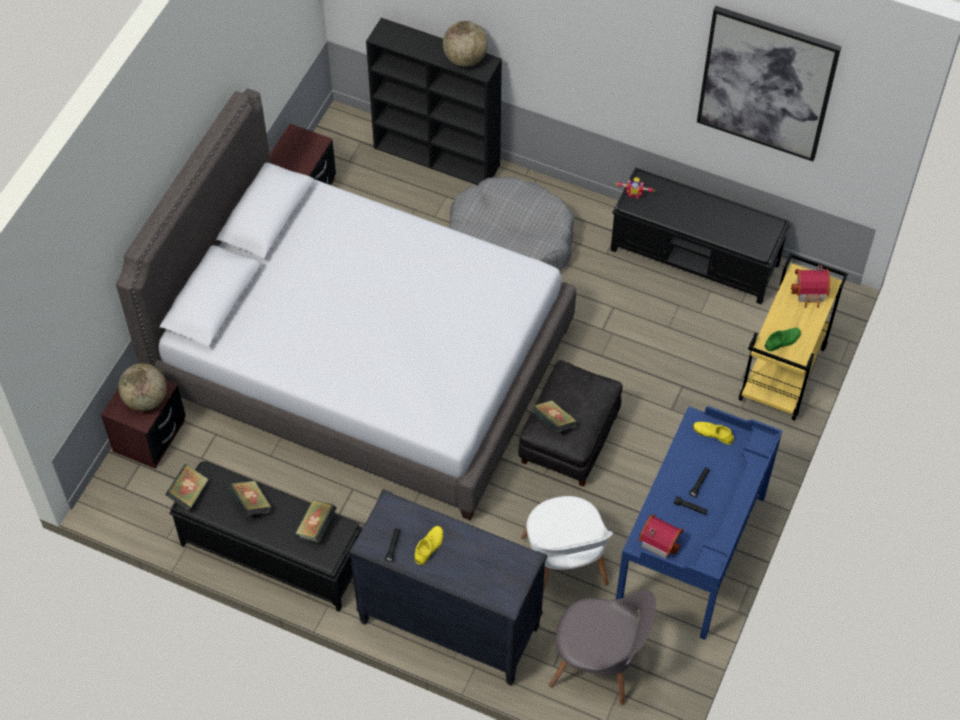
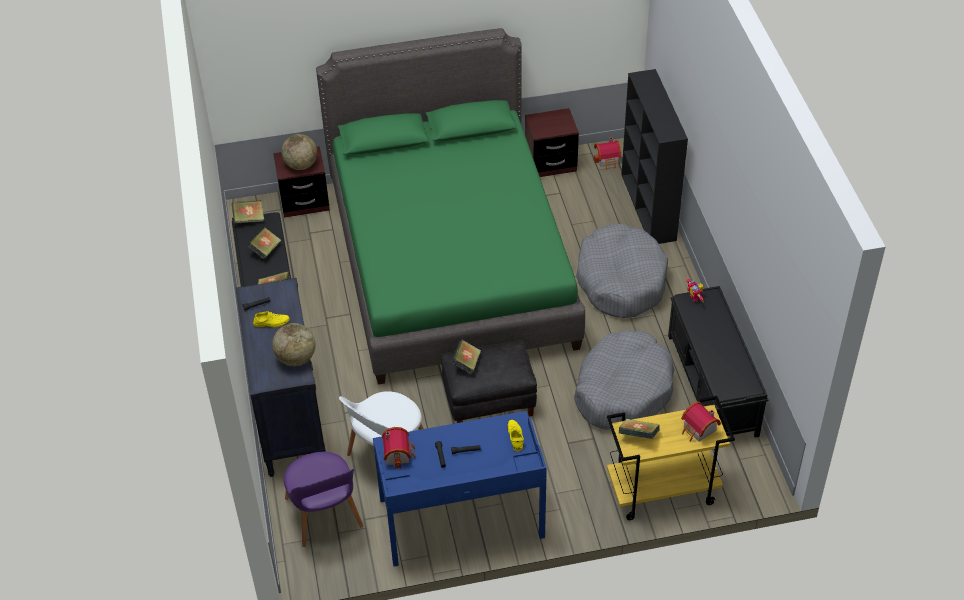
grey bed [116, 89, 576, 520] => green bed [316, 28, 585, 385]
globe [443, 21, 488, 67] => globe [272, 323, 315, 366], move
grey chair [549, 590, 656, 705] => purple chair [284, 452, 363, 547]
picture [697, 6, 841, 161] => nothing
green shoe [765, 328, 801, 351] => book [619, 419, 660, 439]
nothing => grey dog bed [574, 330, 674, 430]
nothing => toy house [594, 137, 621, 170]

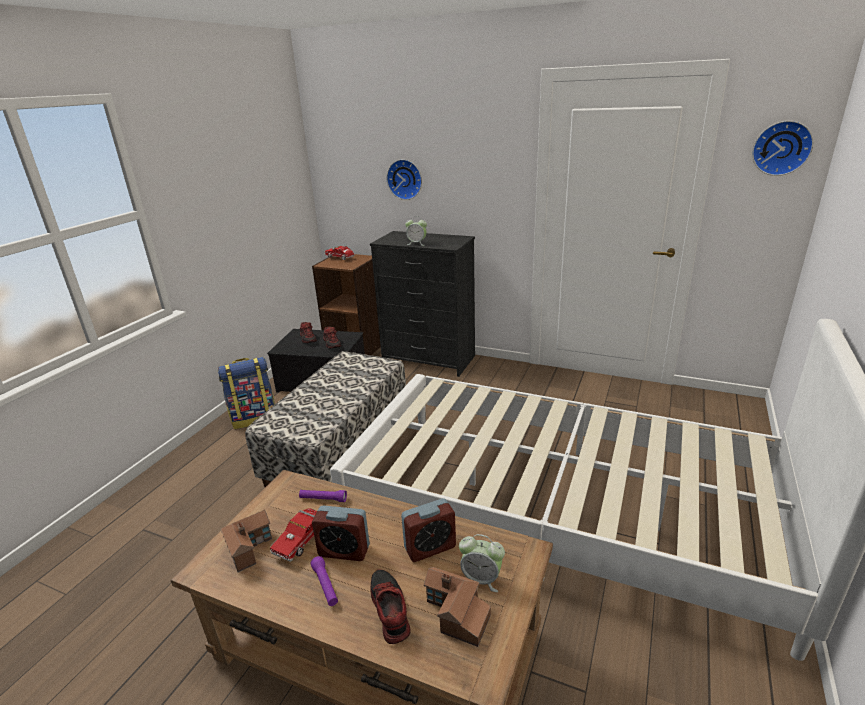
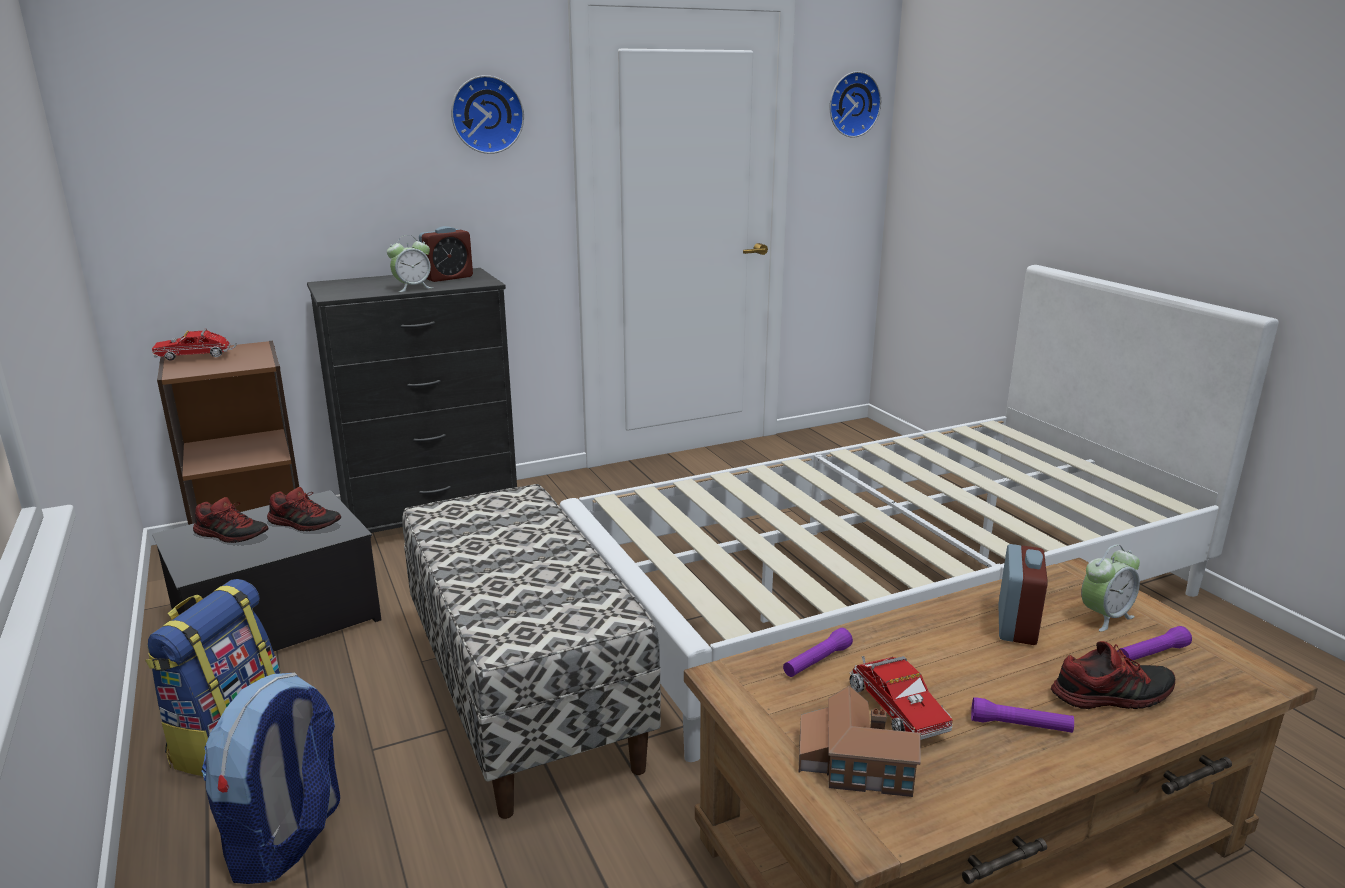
alarm clock [312, 505, 370, 561] => alarm clock [419, 226, 473, 282], move
shoe [370, 569, 410, 644] => shoe [1051, 641, 1175, 709], 150 degrees clockwise
wall clock [386, 159, 422, 200] => wall clock [451, 75, 524, 154], move
toy house [424, 567, 491, 647] => purple flashlight [1118, 626, 1192, 660]
nothing => backpack [201, 672, 340, 884]

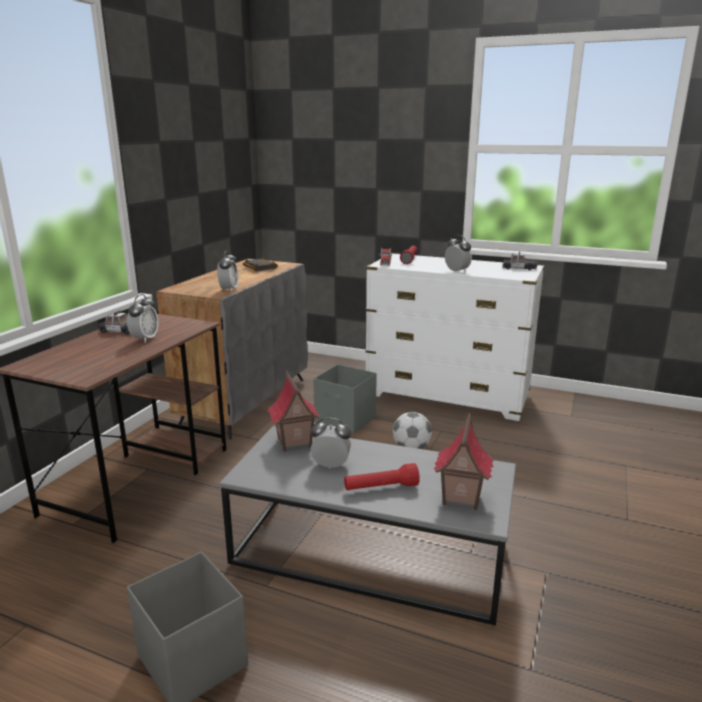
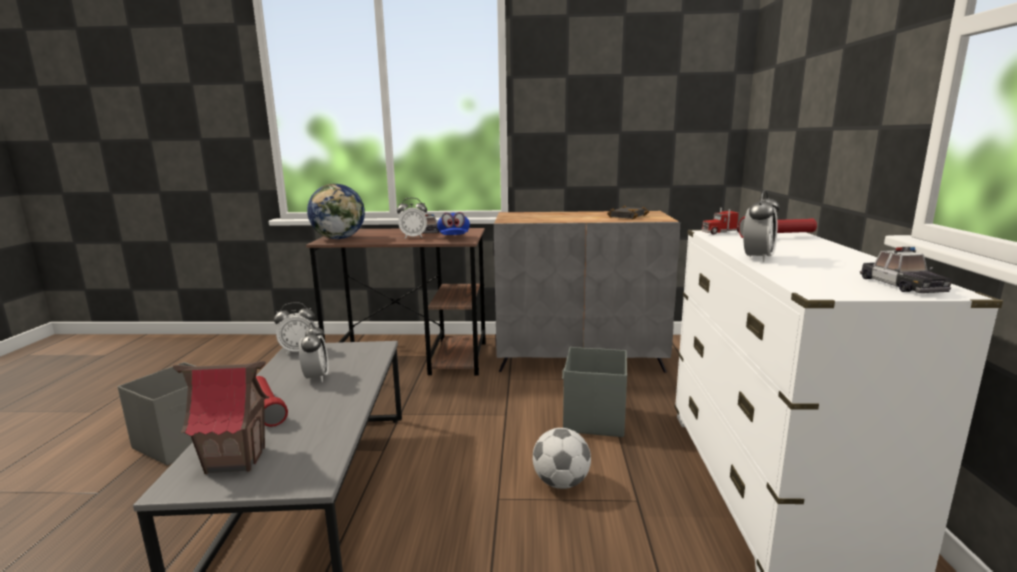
alarm clock [217, 251, 238, 292] => alarm clock [274, 302, 315, 354], move
toy house [268, 370, 320, 452] => nothing
nothing => globe [307, 184, 365, 239]
nothing => blue cap [437, 212, 470, 235]

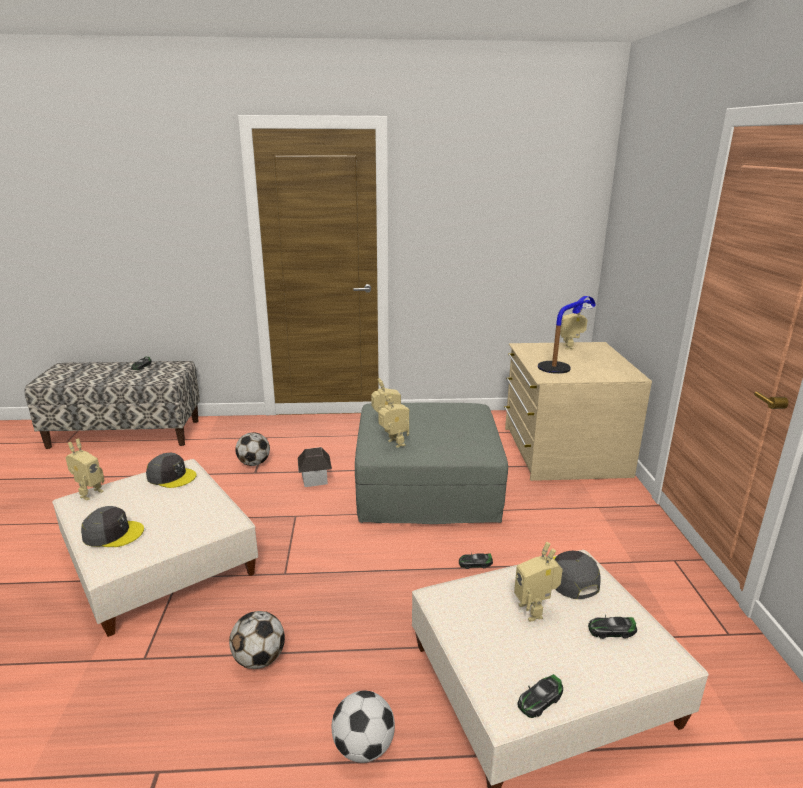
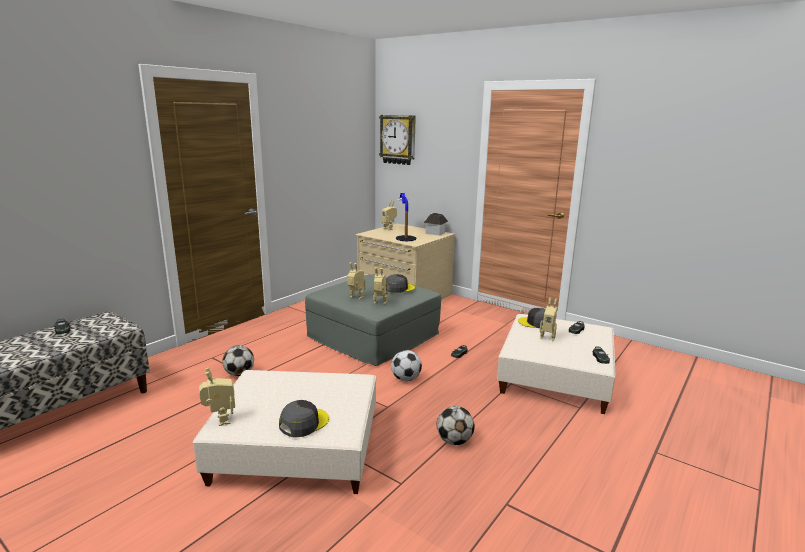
grey cap [146, 453, 197, 488] => grey cap [386, 274, 415, 293], move
toy house [298, 447, 332, 487] => toy house [424, 213, 448, 236], move
football [332, 690, 395, 763] => football [391, 350, 422, 381], move
nothing => wall clock [379, 115, 416, 165]

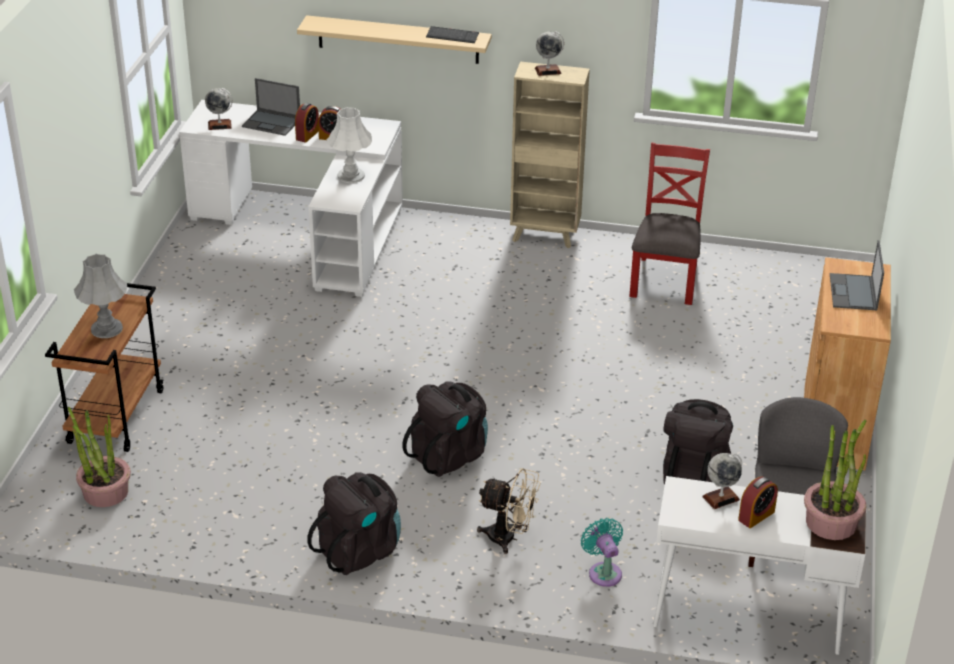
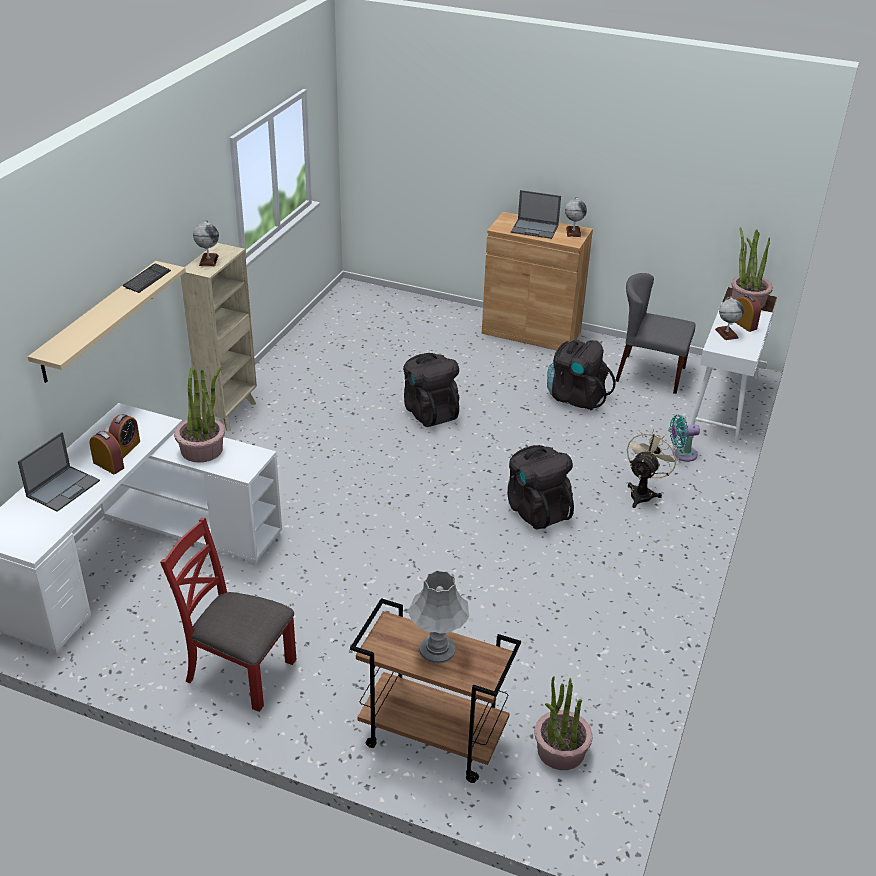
globe [205, 88, 233, 130] => globe [565, 197, 587, 237], move
black backpack [307, 472, 401, 575] => black backpack [403, 353, 459, 427], move
white table lamp [327, 107, 372, 183] => potted plant [174, 365, 225, 463]
red chair [629, 143, 710, 305] => red chair [160, 518, 296, 712], move

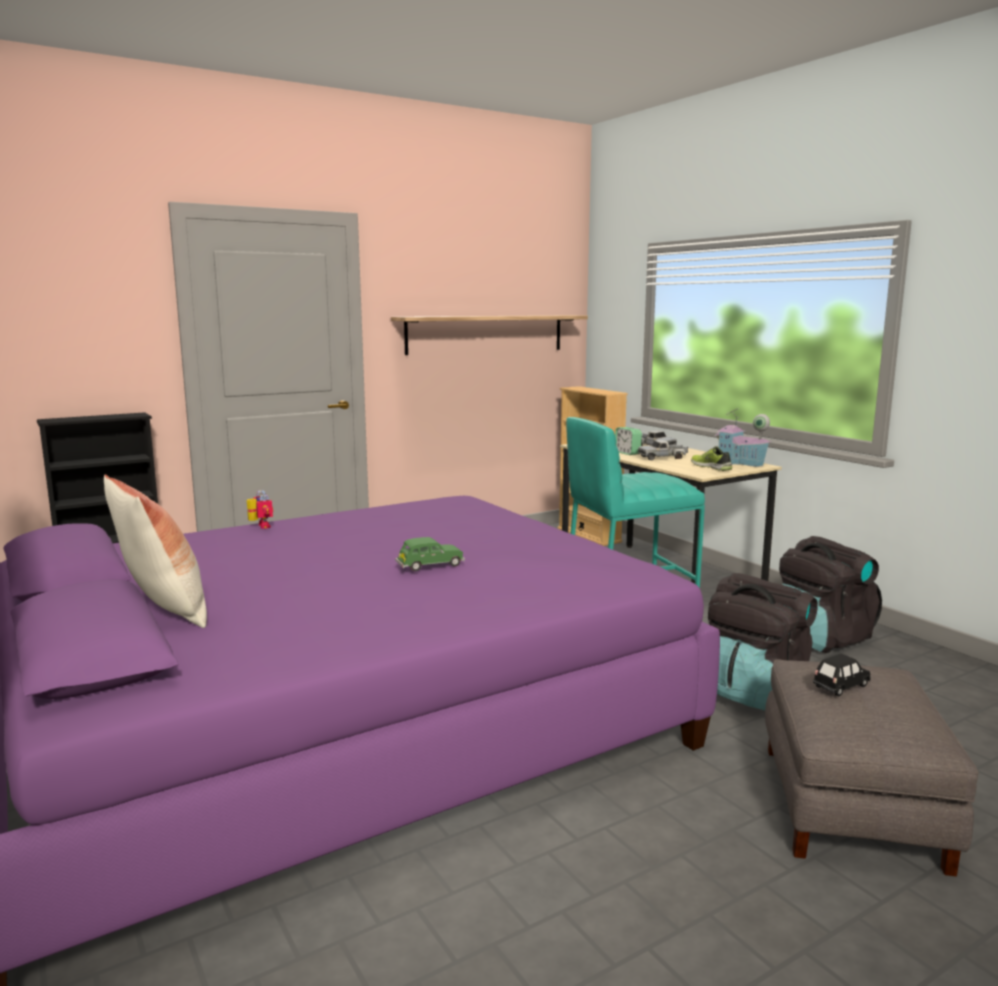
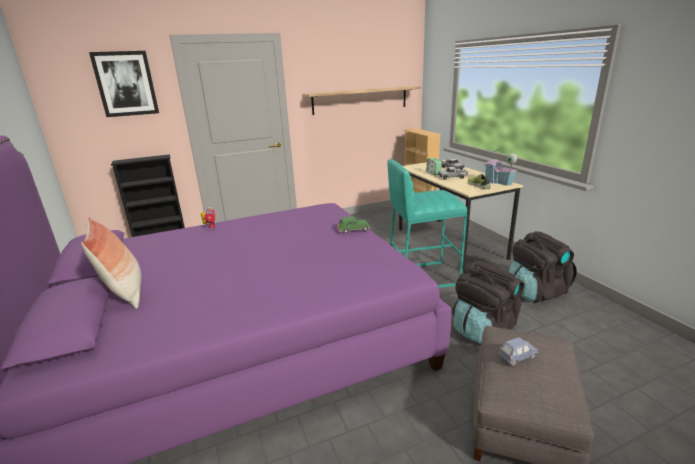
green toy car [395, 537, 465, 571] => green toy car [337, 216, 370, 234], move
black toy car [813, 654, 871, 696] => blue toy car [498, 337, 538, 366]
nothing => picture [89, 51, 159, 117]

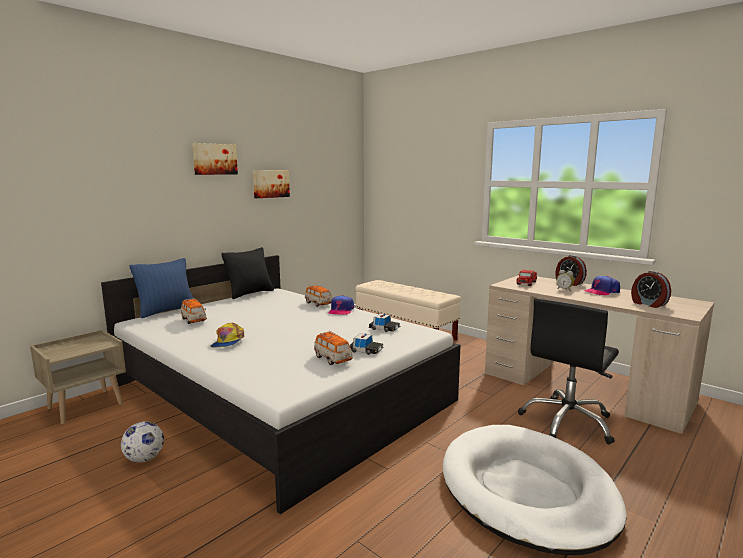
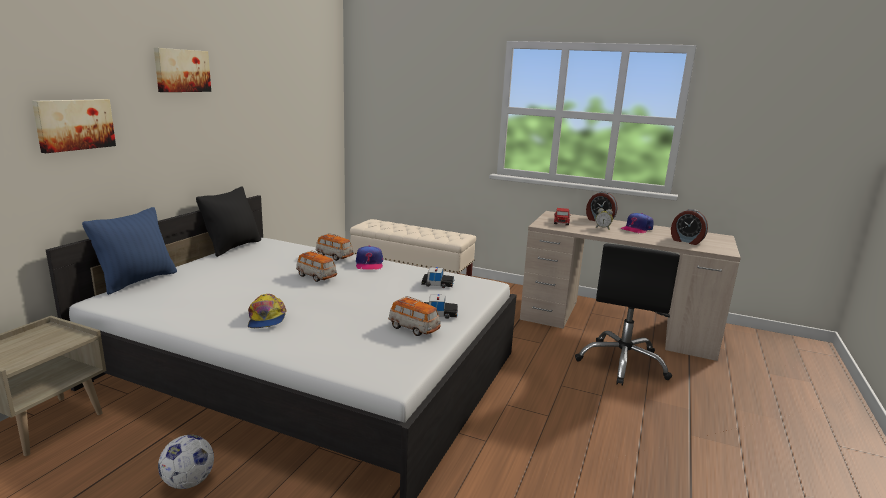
toy car [181, 298, 207, 324] => toy car [296, 250, 337, 282], move
picture [253, 170, 290, 198] => picture [32, 99, 116, 153], move
white dog bed [443, 425, 627, 555] => nothing

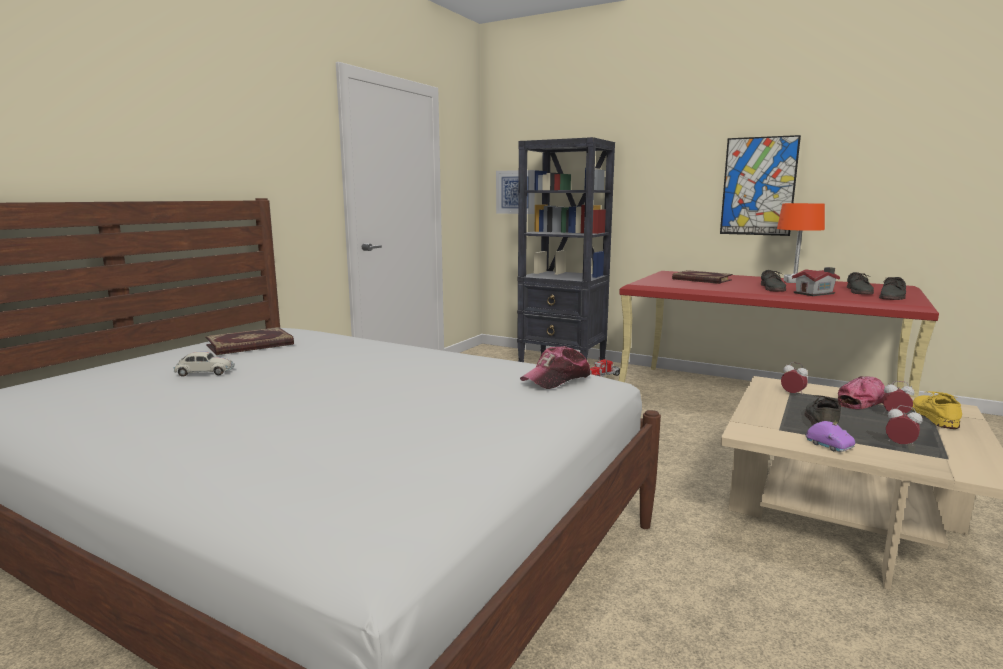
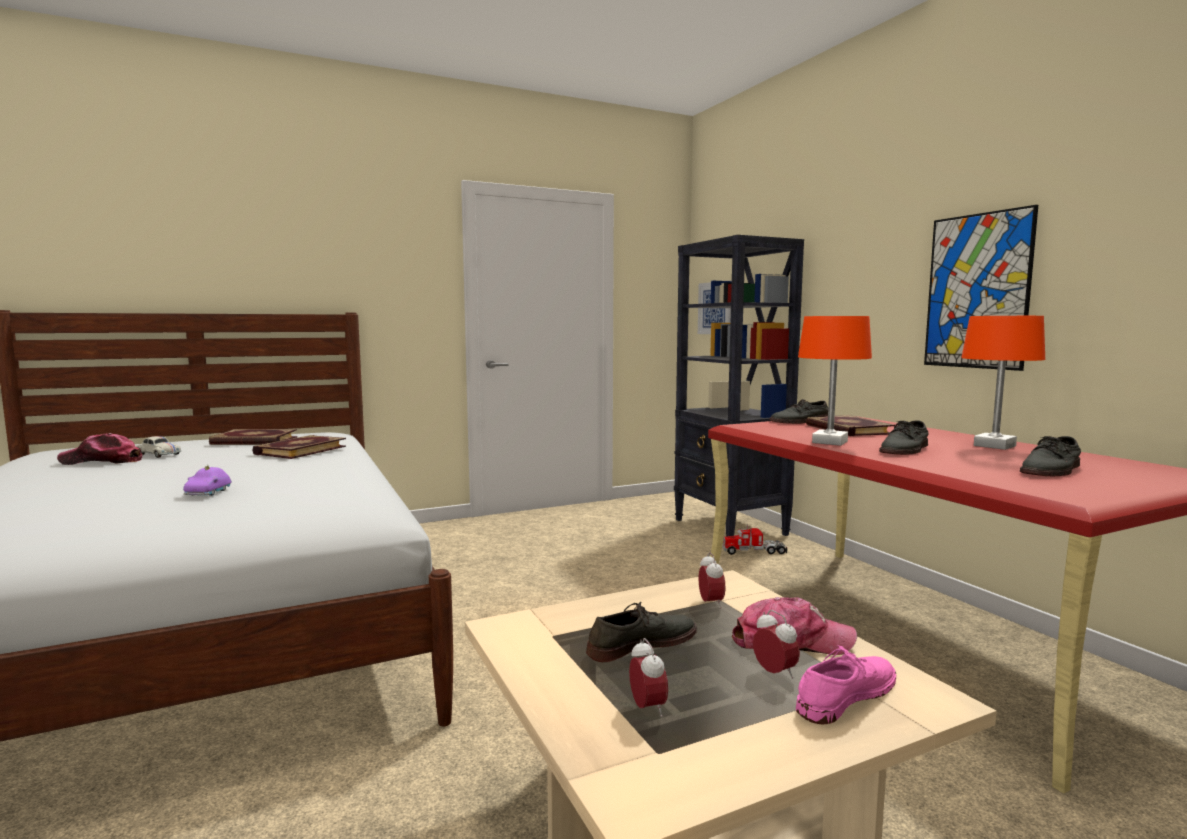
cap [520, 346, 591, 389] => cap [57, 433, 143, 465], move
toy house [792, 267, 840, 296] => nothing
purple toy car [806, 420, 855, 452] => purple toy car [183, 465, 232, 496], move
grey shoe [879, 277, 906, 300] => grey shoe [769, 399, 828, 424], move
yellow shoe [912, 391, 962, 429] => pink shoe [796, 645, 896, 724]
nothing => book [252, 435, 346, 459]
nothing => orange table lamp [798, 316, 872, 446]

